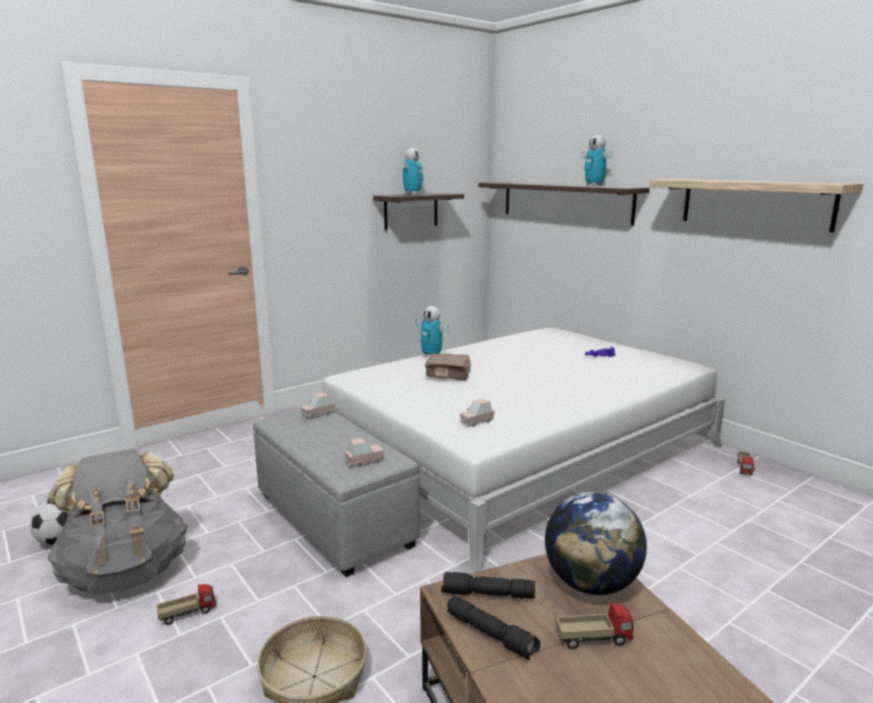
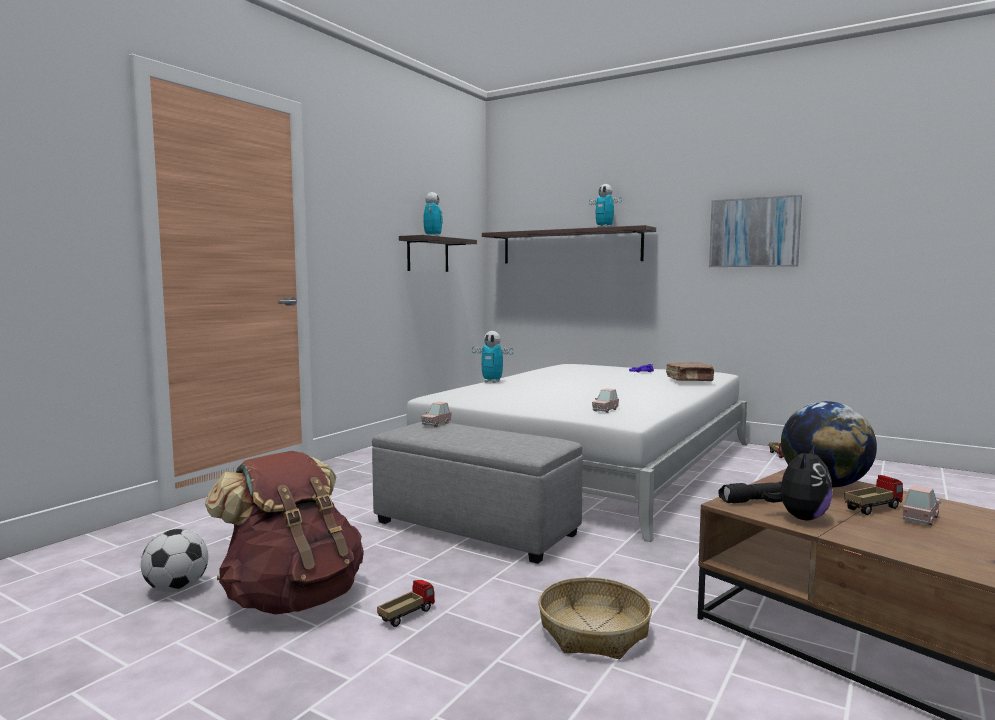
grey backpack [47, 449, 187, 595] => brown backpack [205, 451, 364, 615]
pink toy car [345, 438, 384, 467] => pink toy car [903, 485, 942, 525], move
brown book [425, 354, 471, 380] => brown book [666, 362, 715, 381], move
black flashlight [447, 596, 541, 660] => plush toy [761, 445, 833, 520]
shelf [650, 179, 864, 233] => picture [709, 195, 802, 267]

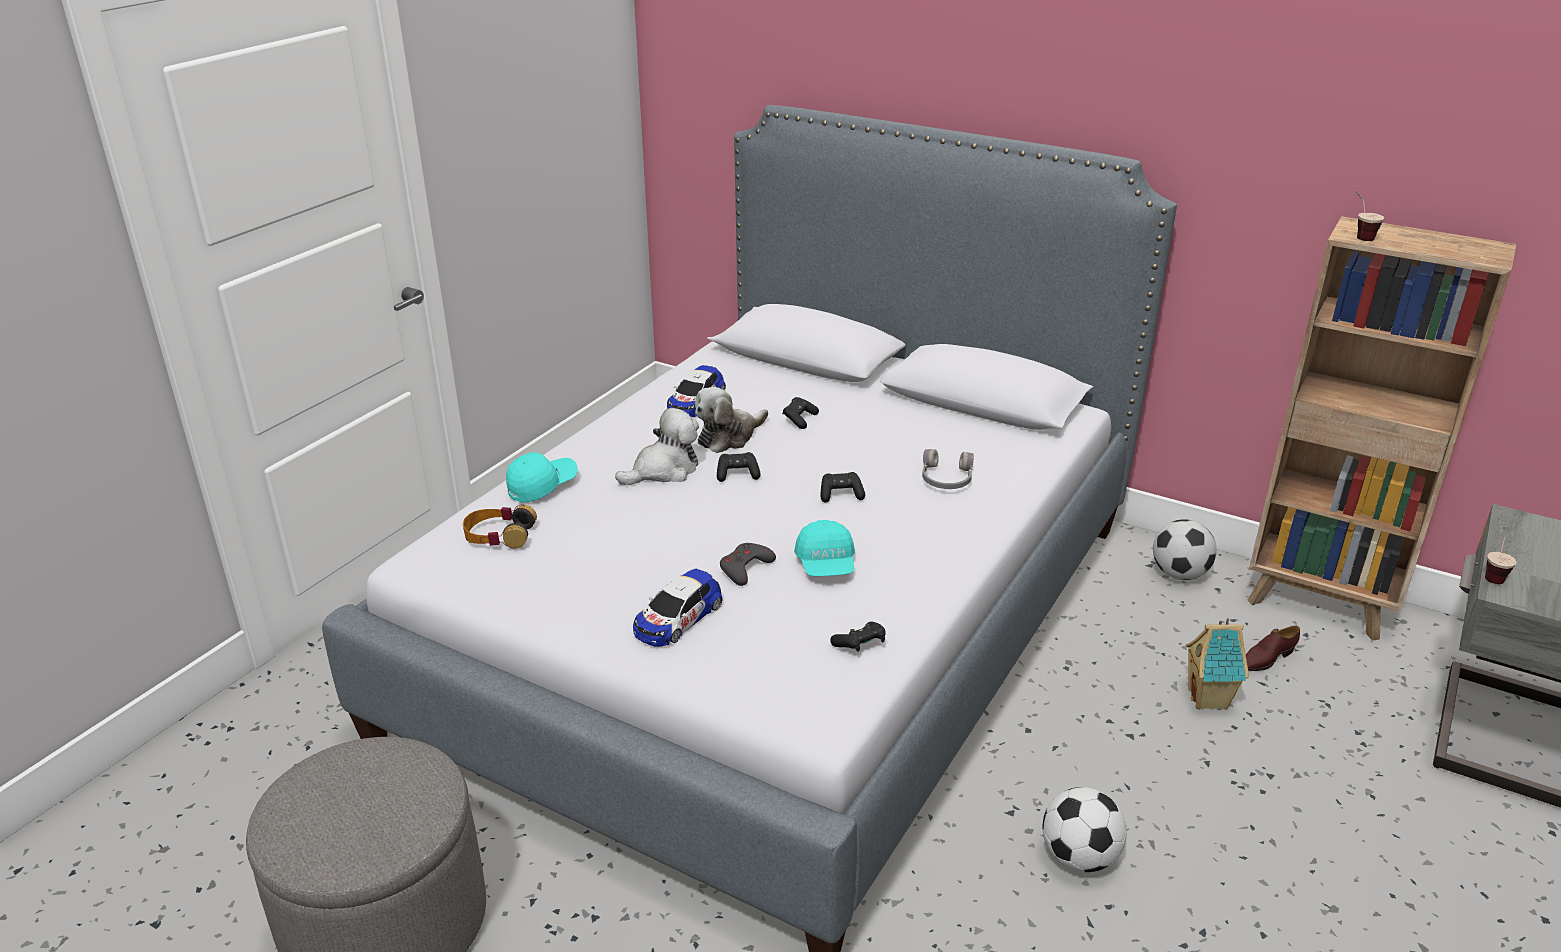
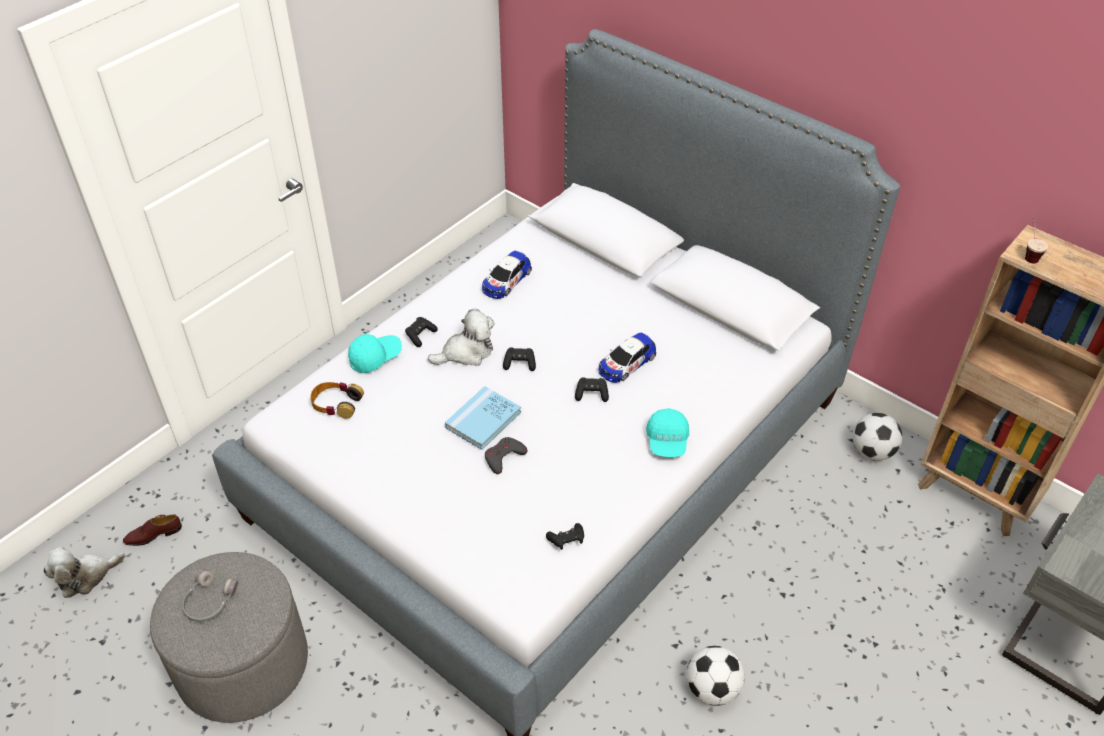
toy car [633, 569, 723, 647] => toy car [599, 332, 656, 383], move
plush toy [695, 387, 768, 453] => plush toy [43, 547, 125, 598], move
black game controller [782, 397, 819, 429] => black game controller [405, 317, 438, 347], move
turquoise cap [794, 520, 855, 576] => turquoise cap [646, 408, 689, 457], move
grey headphones [922, 449, 974, 489] => grey headphones [182, 569, 238, 622], move
toy house [1185, 618, 1249, 710] => nothing
brown shoe [1246, 626, 1300, 671] => brown shoe [123, 514, 182, 546], move
cup [1485, 526, 1517, 584] => nothing
nothing => blue book [445, 386, 521, 450]

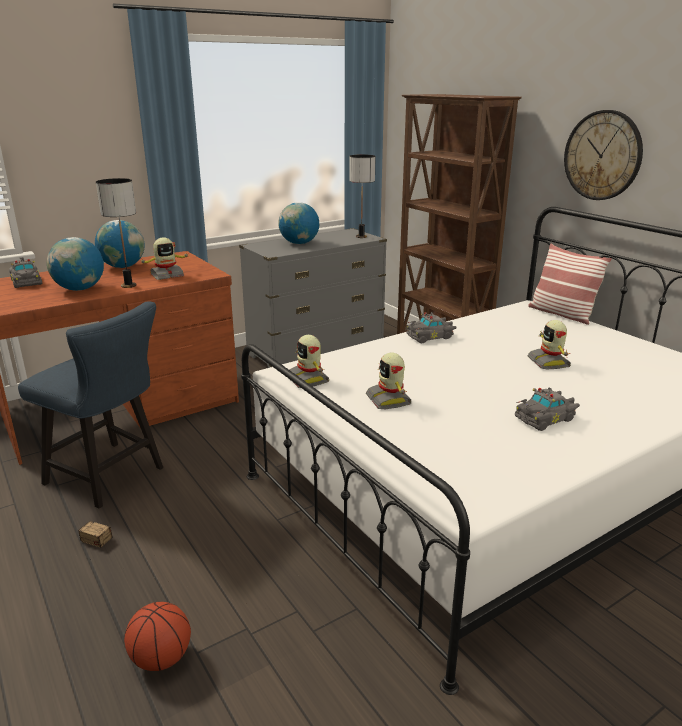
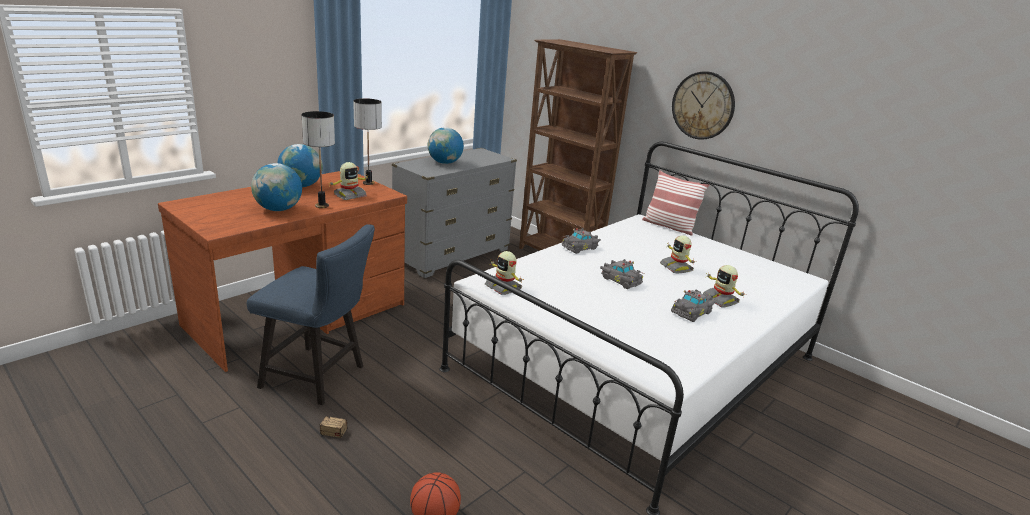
grey toy car [9, 257, 42, 288] => grey toy car [600, 259, 645, 289], move
table lamp [349, 154, 376, 238] => table lamp [353, 98, 382, 185], move
toy robot [366, 353, 412, 409] => toy robot [703, 265, 745, 307], move

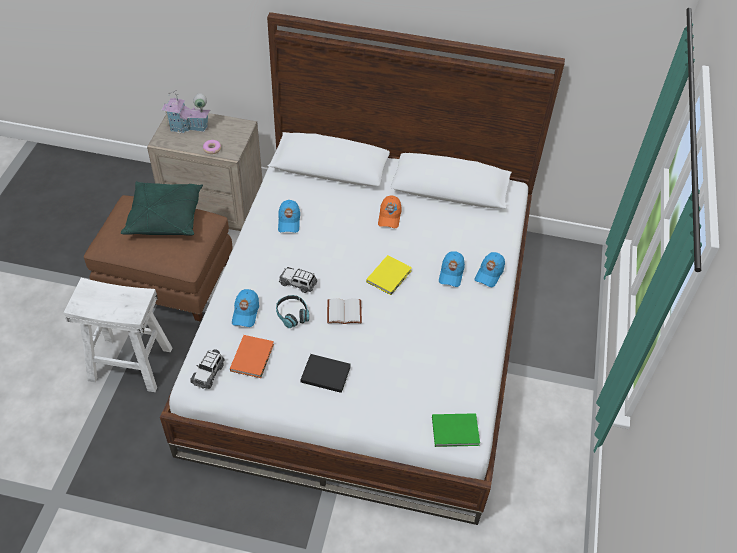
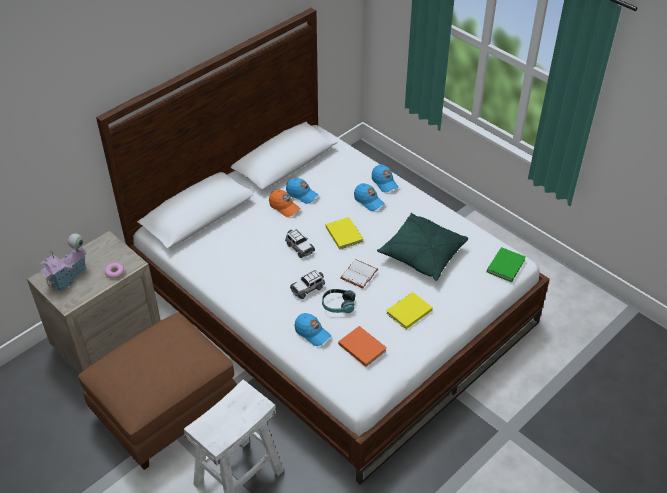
green pillow [121, 181, 203, 235] => green pillow [377, 213, 468, 281], move
toy car [190, 349, 225, 389] => toy car [285, 229, 315, 258], move
blue cap [278, 200, 300, 233] => blue cap [286, 178, 319, 204], move
black book [301, 354, 351, 393] => yellow book [386, 292, 433, 329]

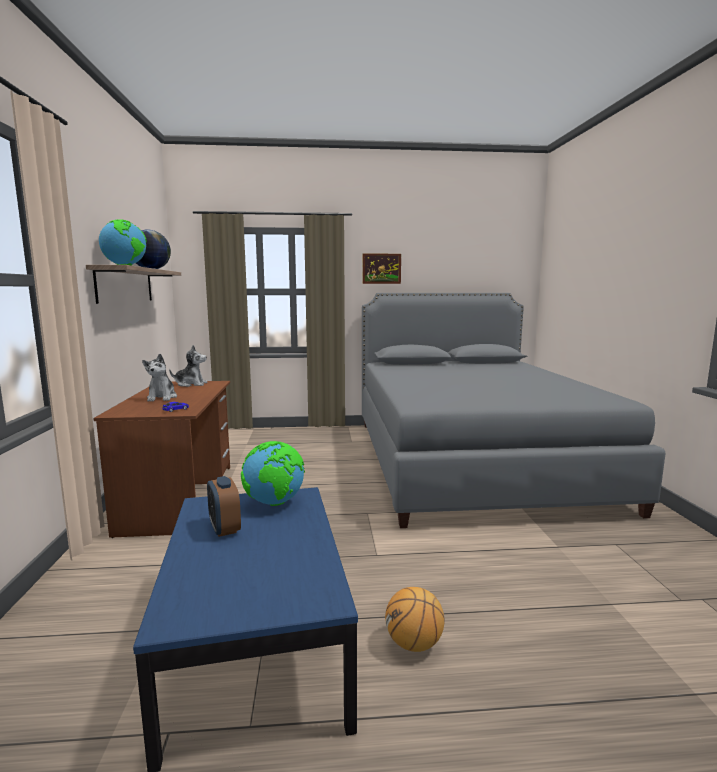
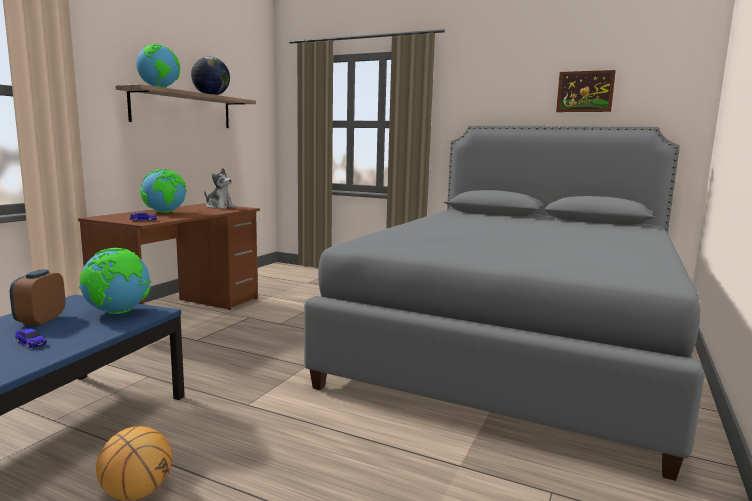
plush toy [142, 354, 177, 402] => globe [140, 169, 187, 213]
picture [362, 253, 401, 284] => picture [556, 70, 616, 112], move
nothing => toy car [15, 329, 47, 348]

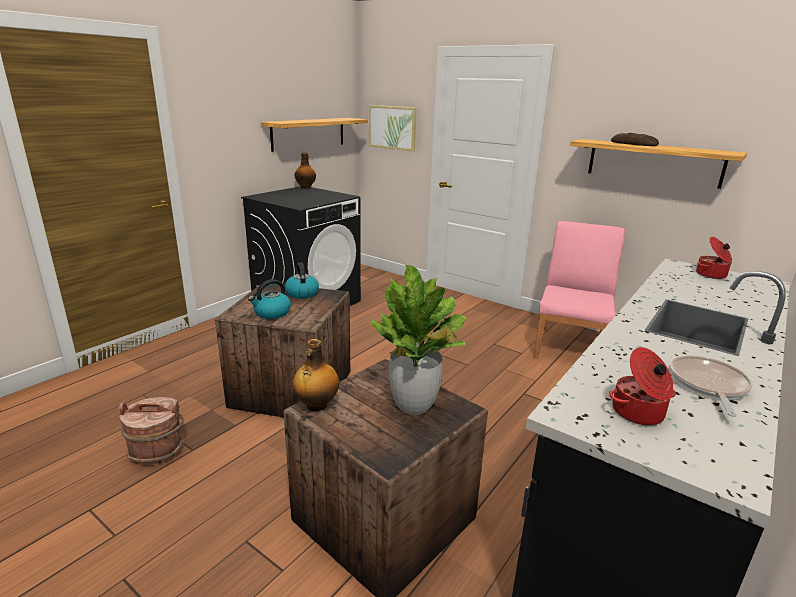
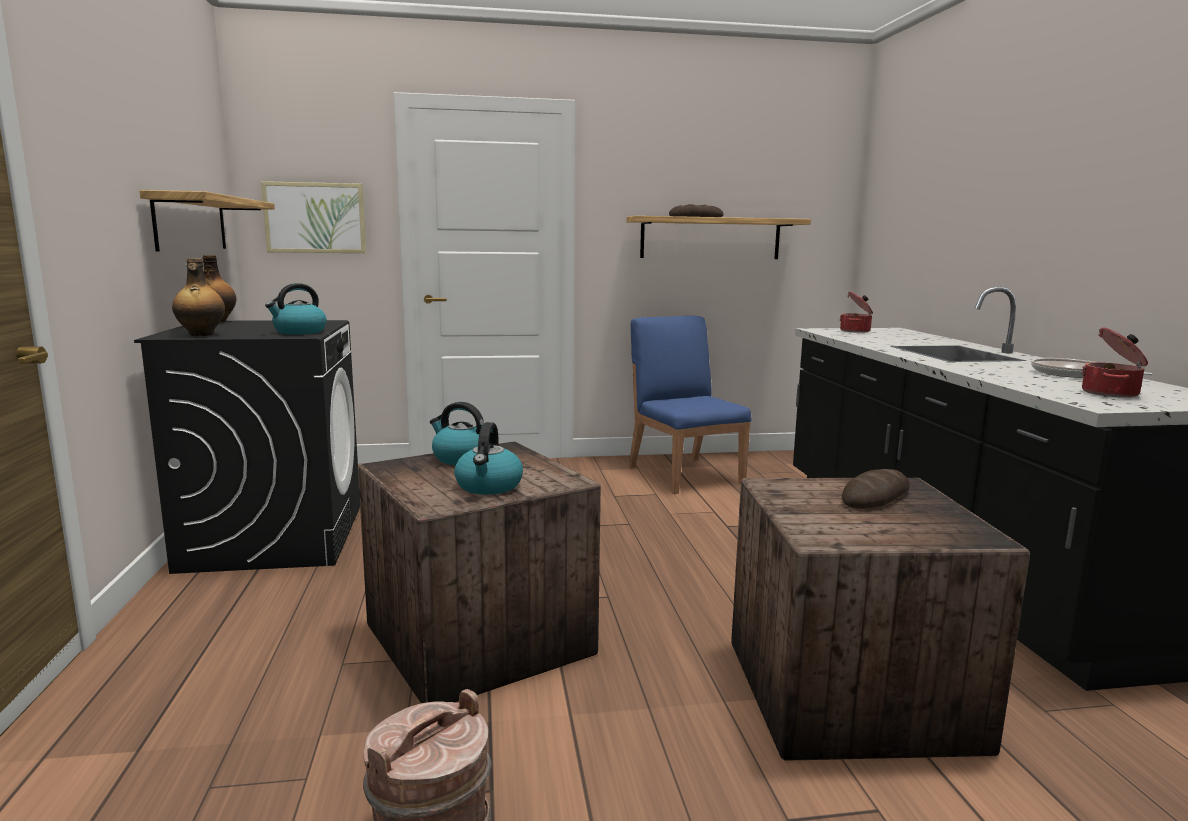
bottle [292, 339, 339, 411] => bottle [172, 258, 225, 336], move
potted plant [372, 265, 468, 415] => bread [842, 469, 910, 509]
pink chair [533, 221, 625, 359] => blue chair [629, 316, 751, 494]
nothing => kettle [265, 283, 327, 334]

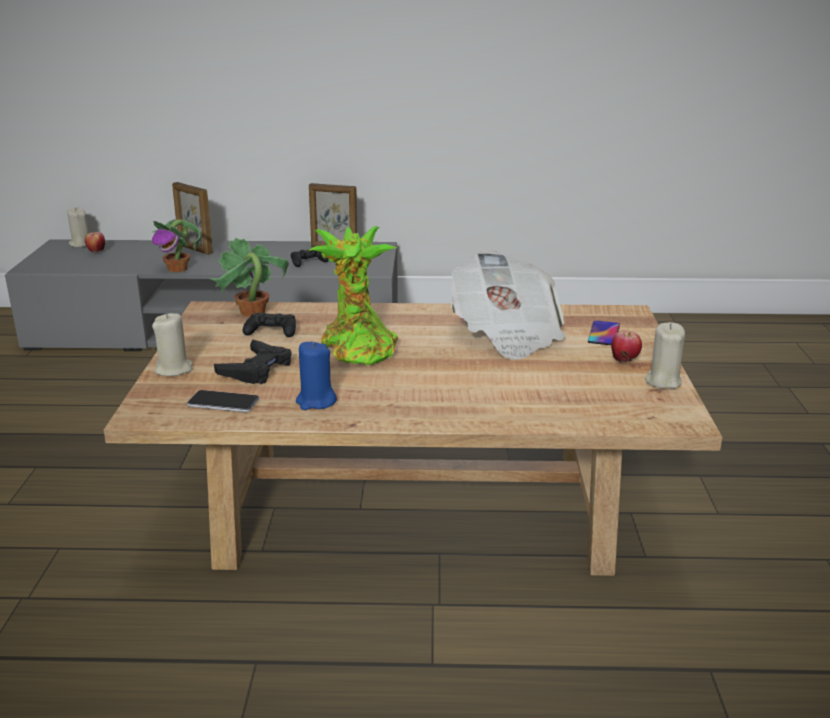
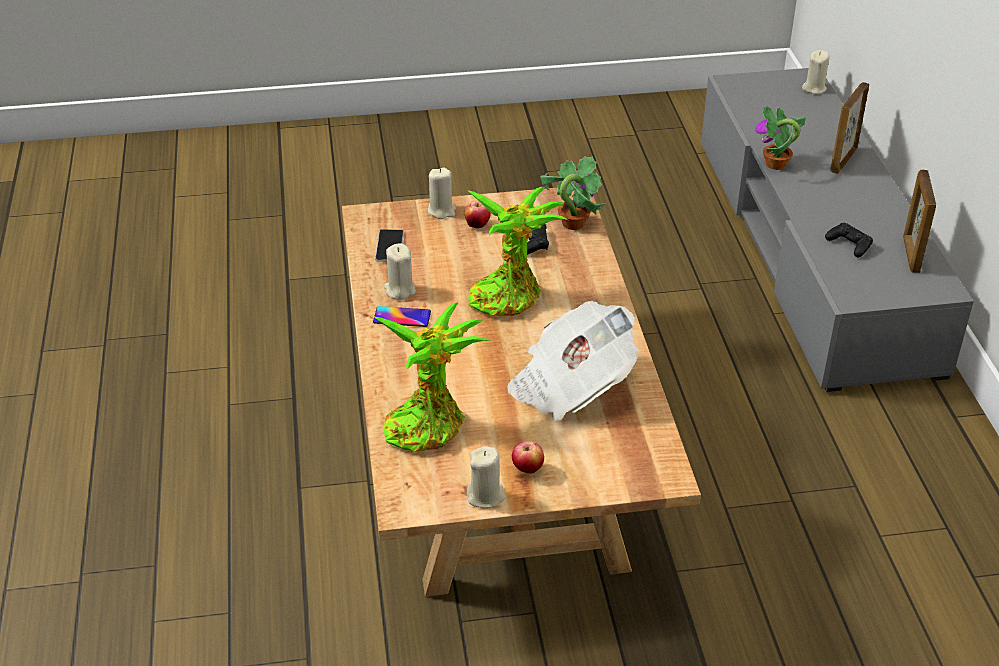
apple [85, 232, 105, 252] => apple [465, 201, 490, 228], move
black game controller [214, 340, 291, 384] => nothing
blue candle [296, 341, 337, 410] => beige candle [384, 244, 416, 300]
phone [588, 320, 620, 345] => phone [373, 306, 431, 327], move
nothing => potted plant [373, 302, 491, 453]

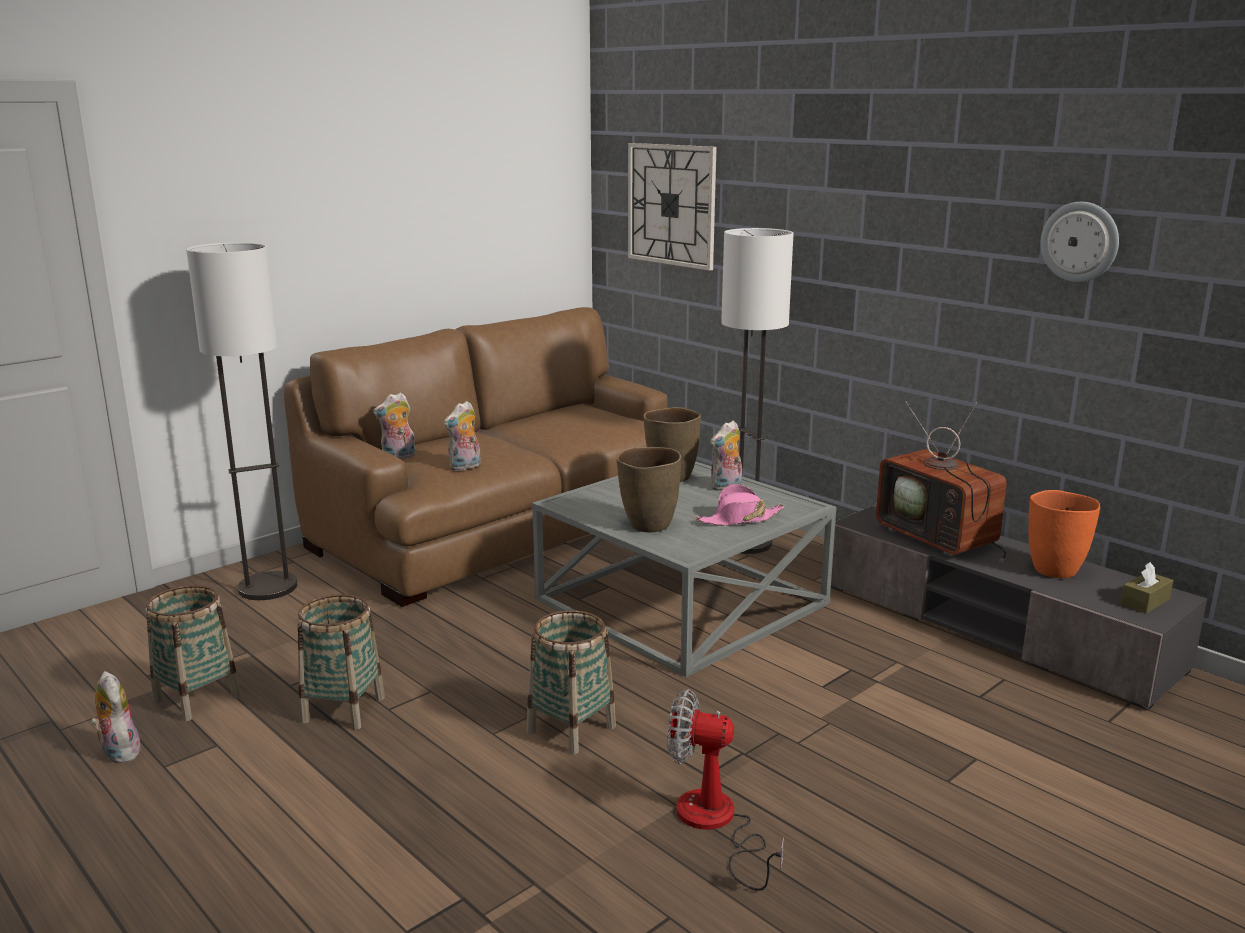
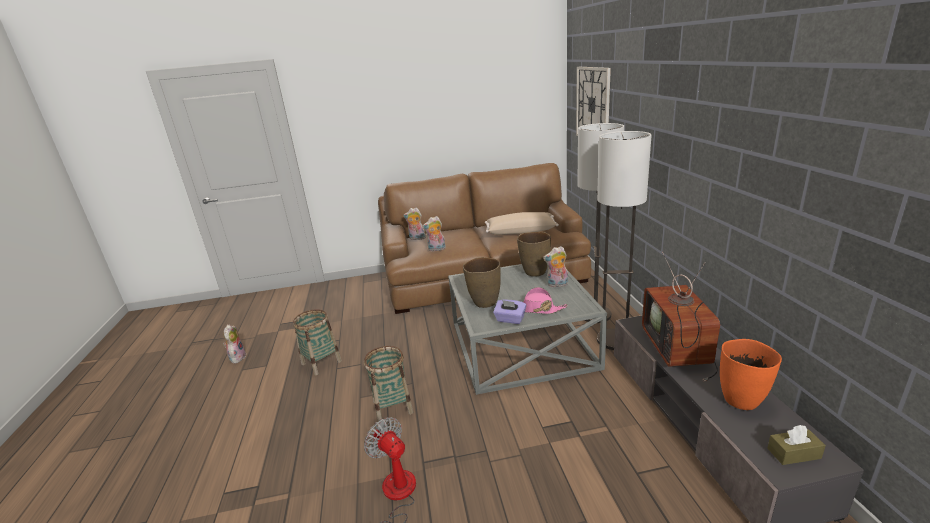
basket [146, 585, 241, 721] => nothing
floor lamp [186, 242, 297, 600] => floor lamp [597, 131, 652, 350], move
wall clock [1040, 202, 1119, 282] => nothing
nothing => beige pillow [485, 212, 559, 235]
nothing => purple tissue box [493, 300, 526, 324]

